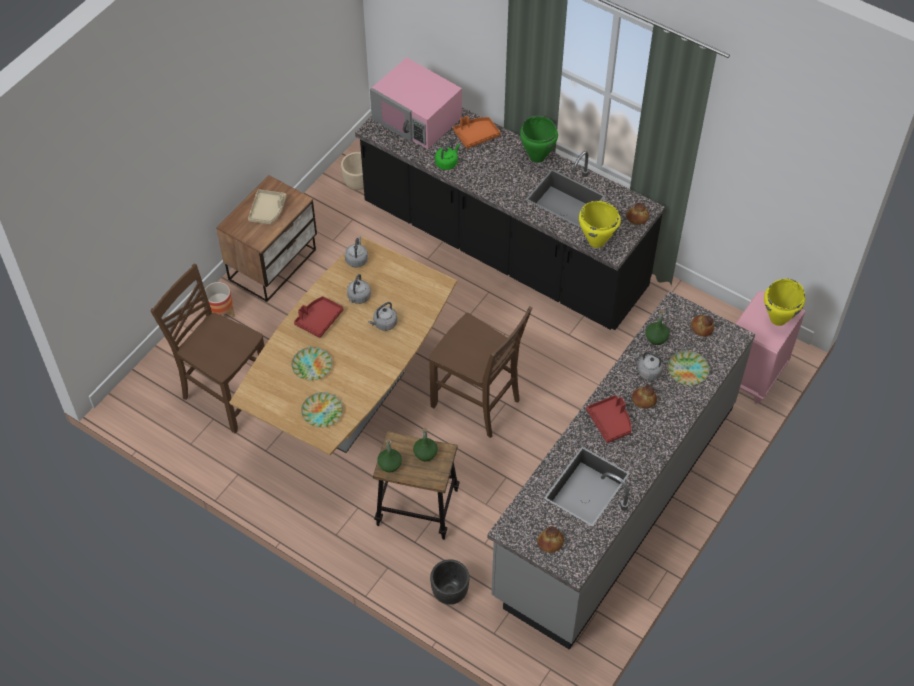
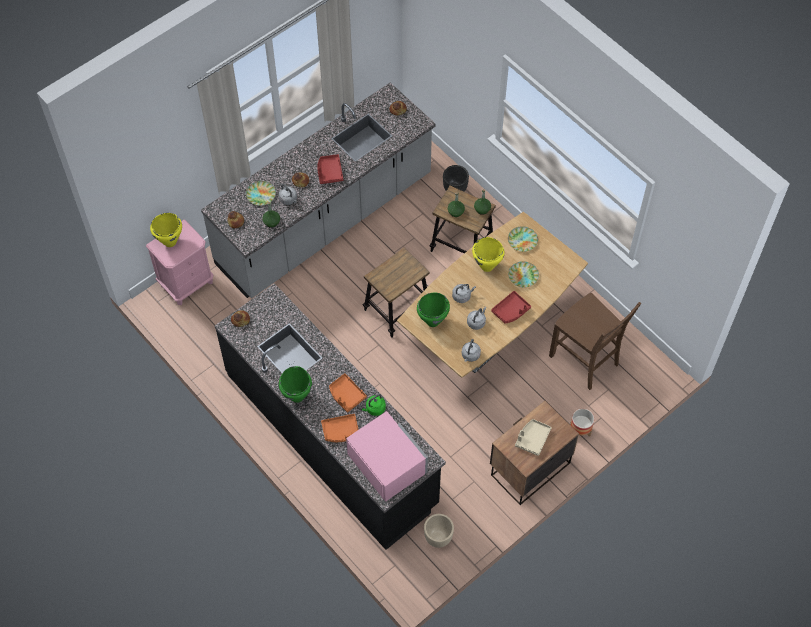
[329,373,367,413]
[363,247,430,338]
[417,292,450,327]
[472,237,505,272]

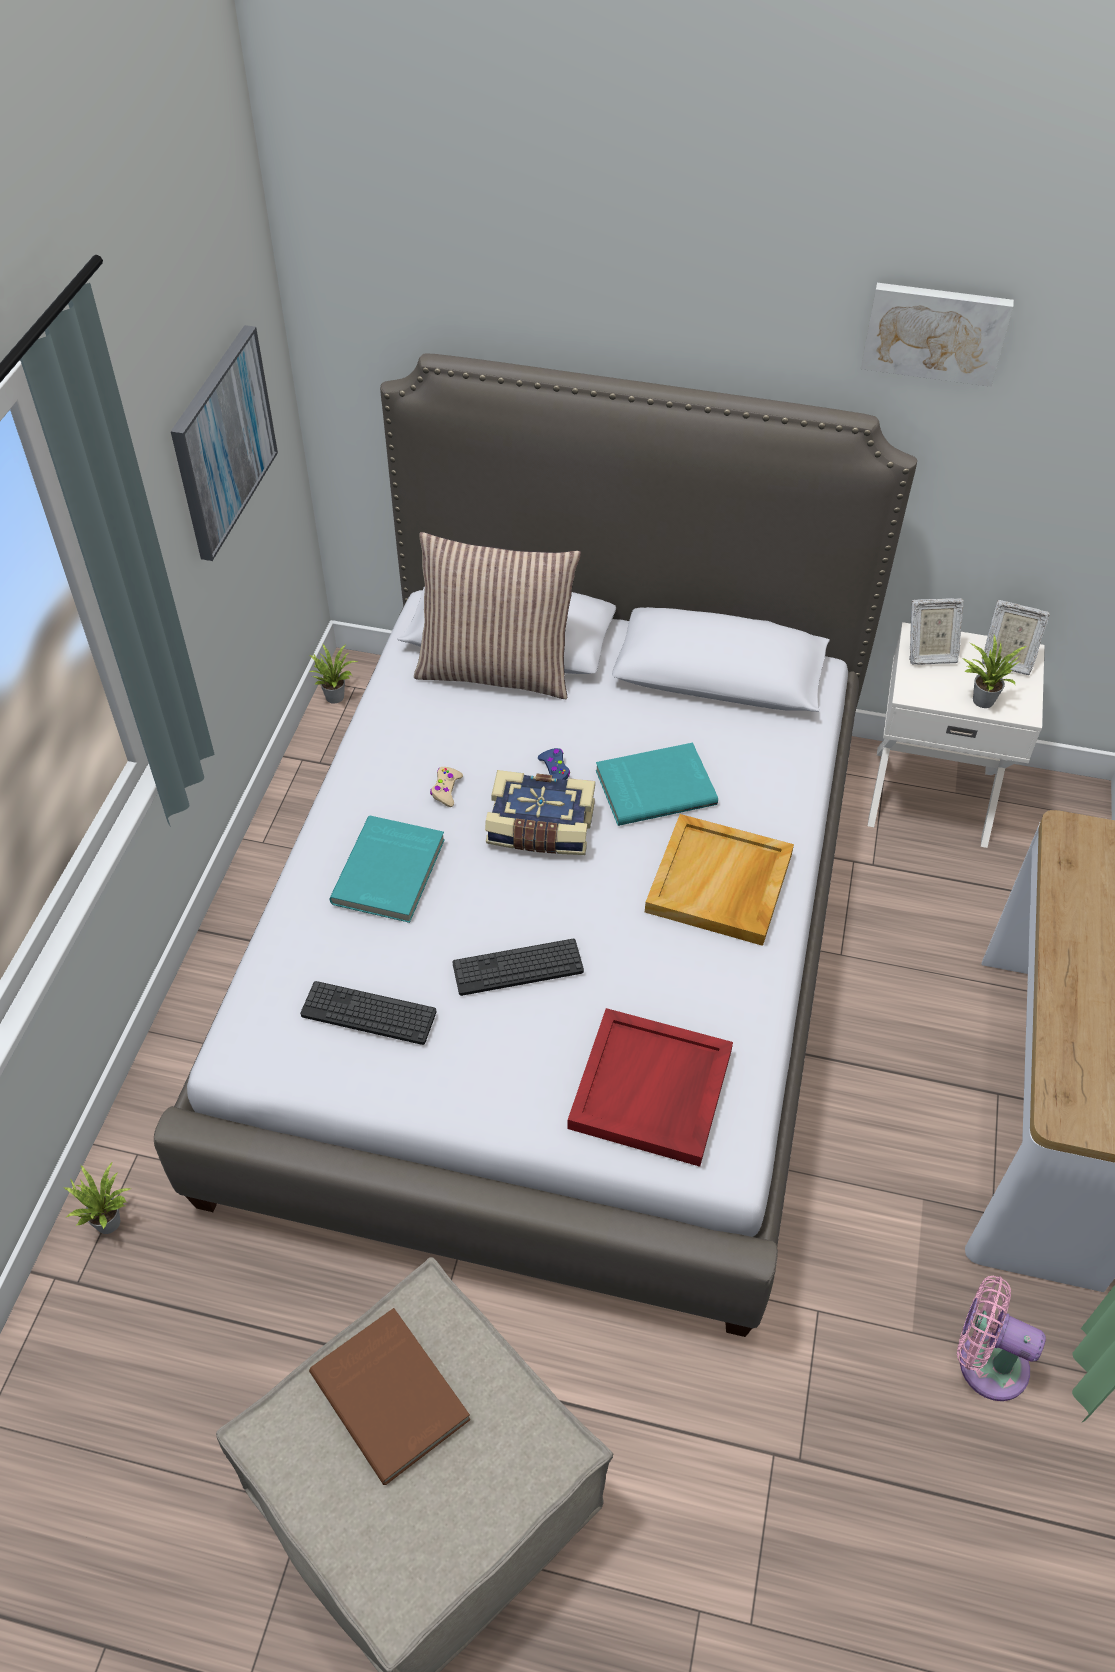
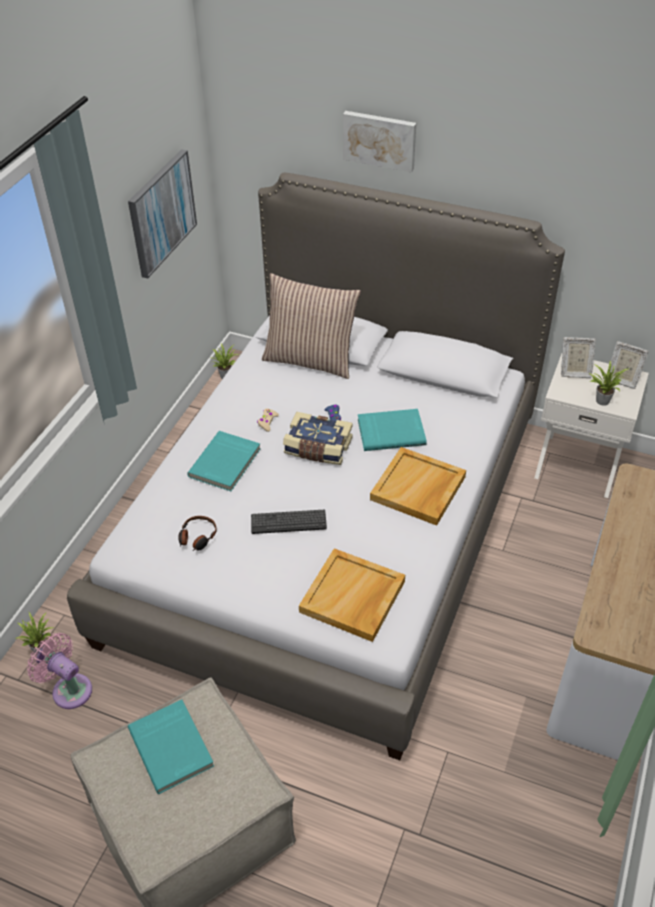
[27,633,92,709]
[128,699,214,794]
[178,516,216,551]
[299,548,405,642]
[343,111,416,173]

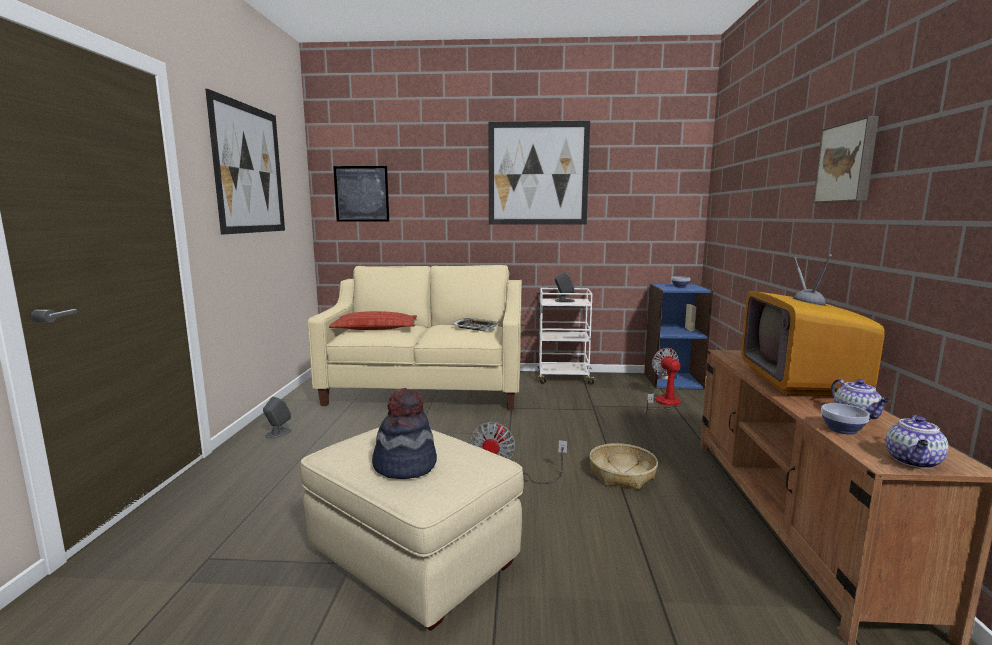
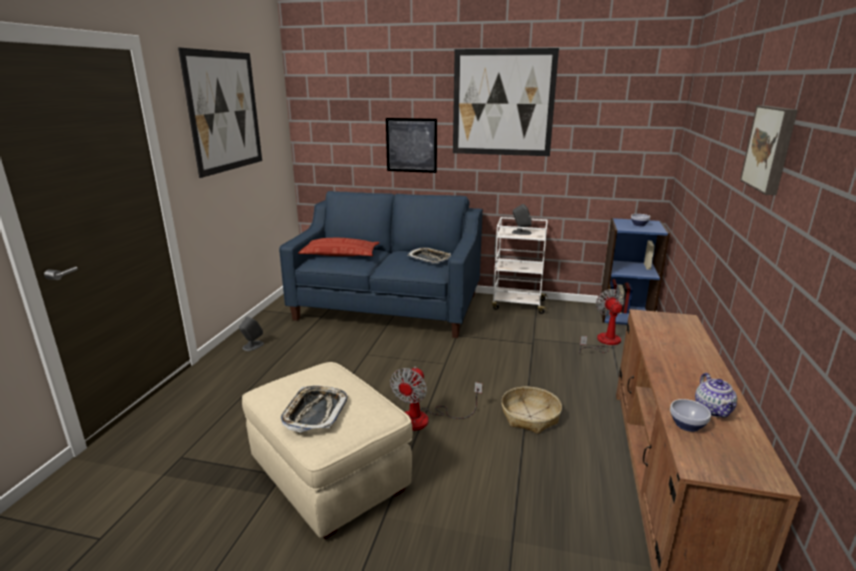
[279,191,483,338]
[281,385,348,433]
[386,118,437,173]
[741,254,885,397] (first image)
[885,415,948,468] (first image)

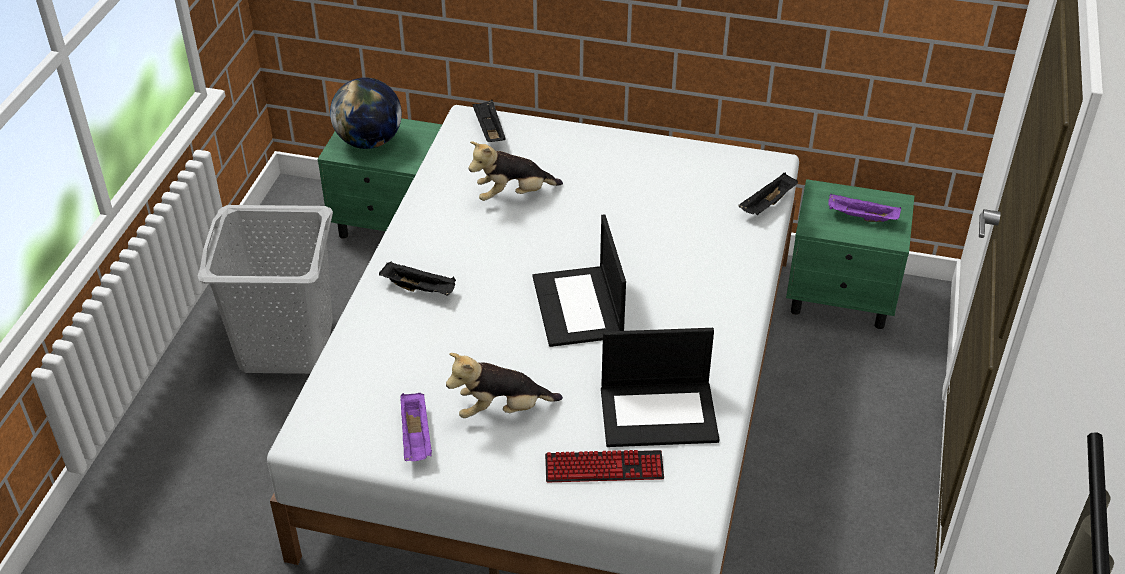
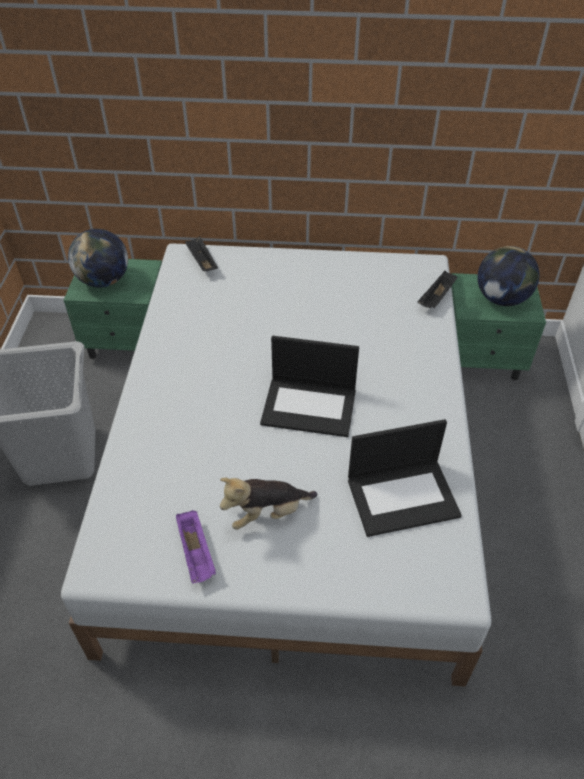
[260,336,359,437]
[477,246,540,306]
[379,262,456,296] (first image)
[469,141,563,201] (first image)
[545,450,664,483] (first image)

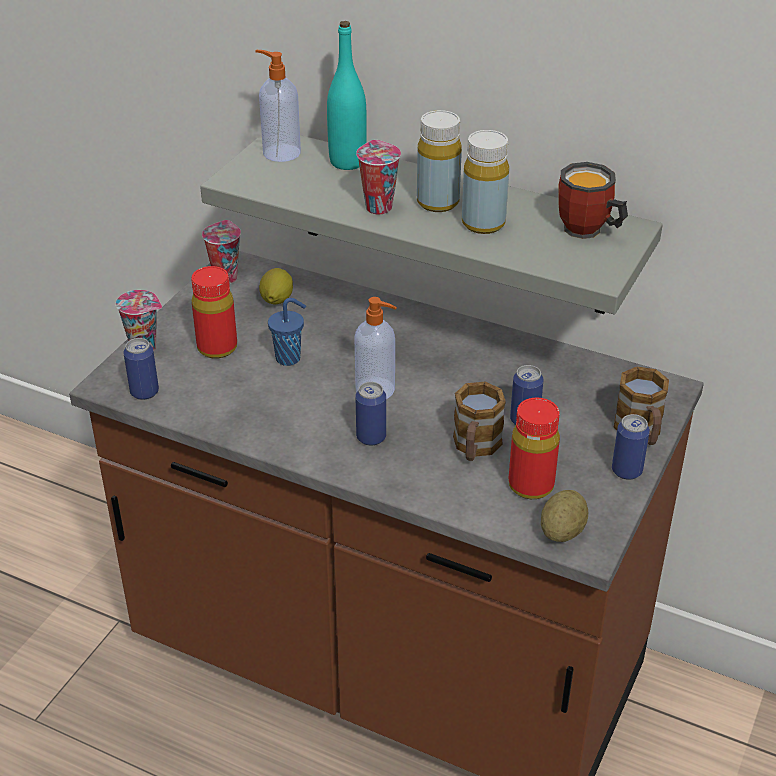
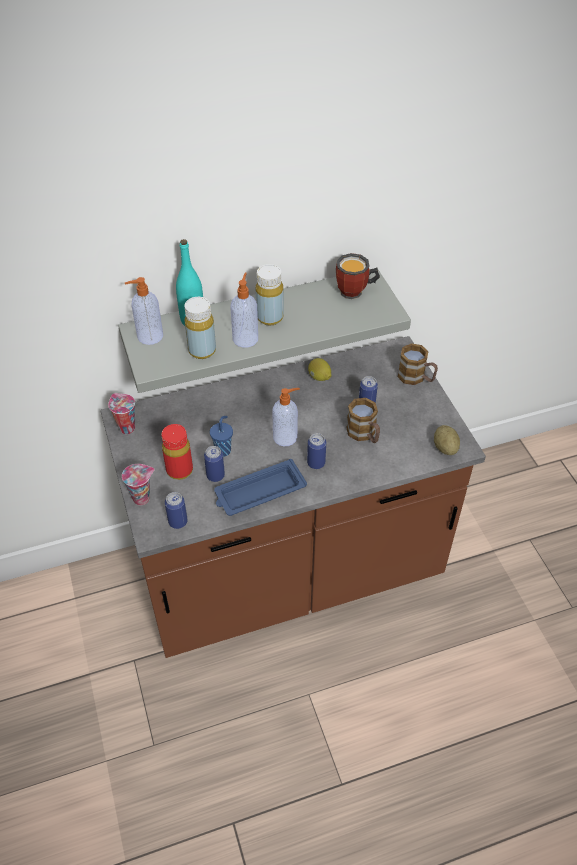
[184,297,216,359]
[204,446,225,482]
[214,459,307,516]
[231,272,258,347]
[308,358,331,381]
[508,398,560,499] (first image)

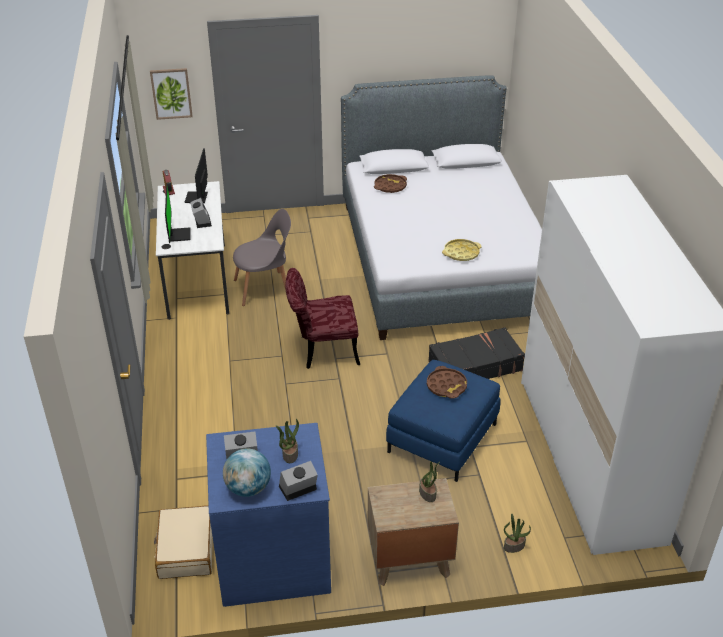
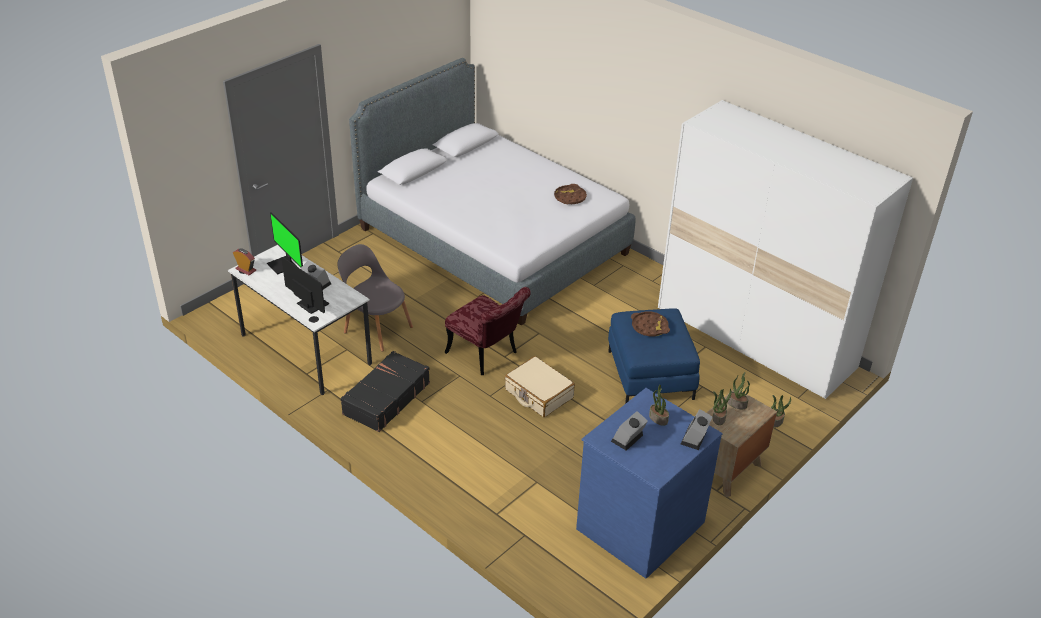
[338,244,413,352]
[340,351,430,432]
[444,287,531,375]
[505,356,575,417]
[554,184,587,204]
[713,389,732,425]
[150,68,193,120] (first image)
[223,448,271,497] (first image)
[442,239,482,261] (first image)

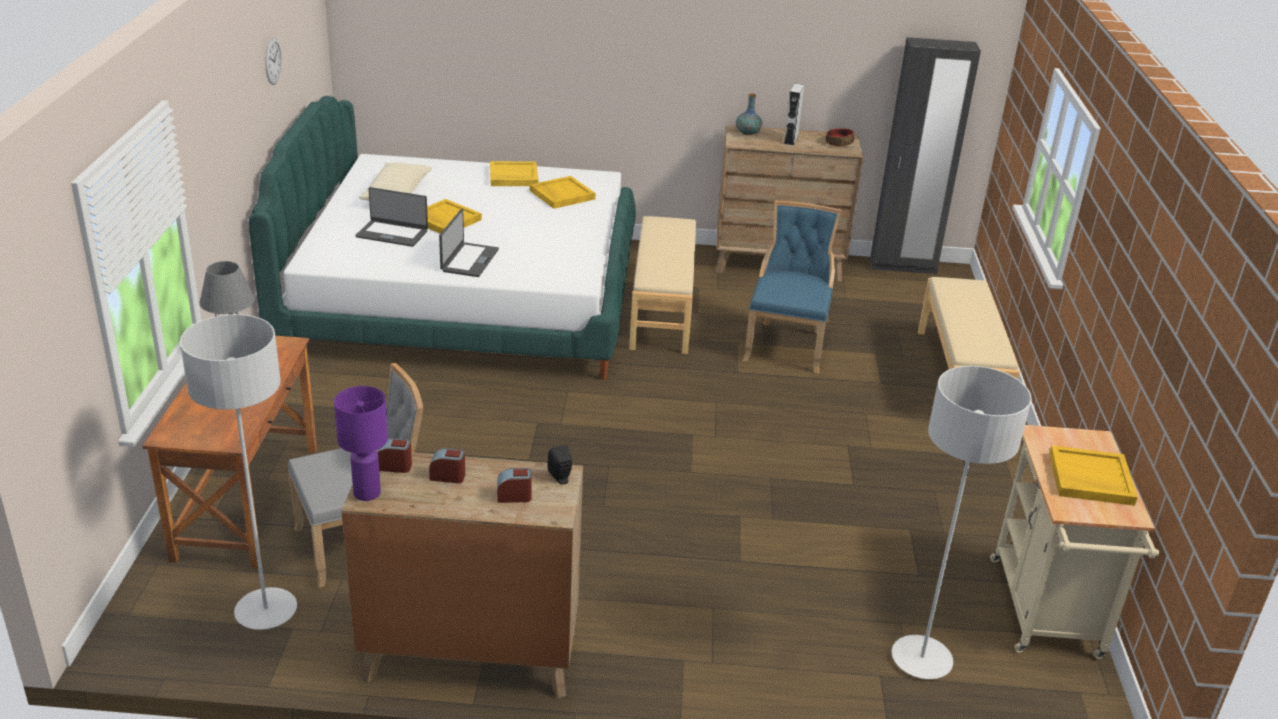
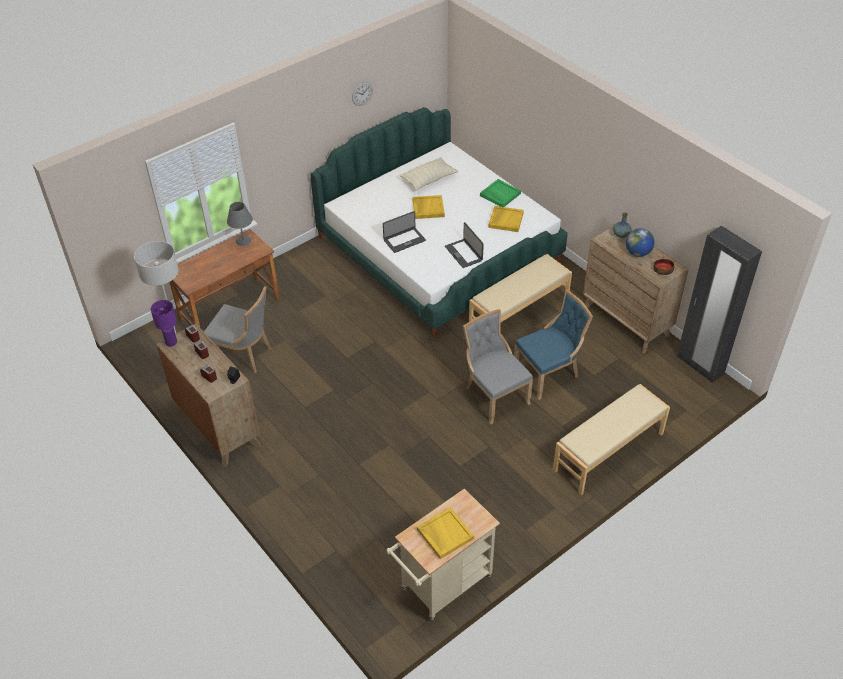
[445,222,484,268]
[463,309,533,425]
[480,179,521,207]
[626,228,654,257]
[892,366,1032,679] (first image)

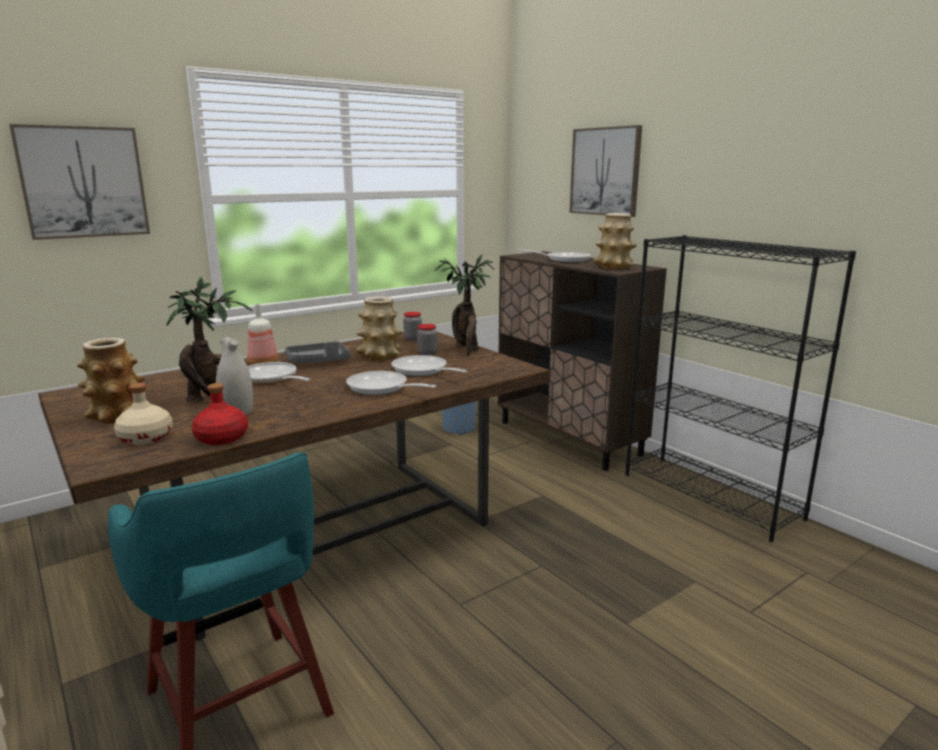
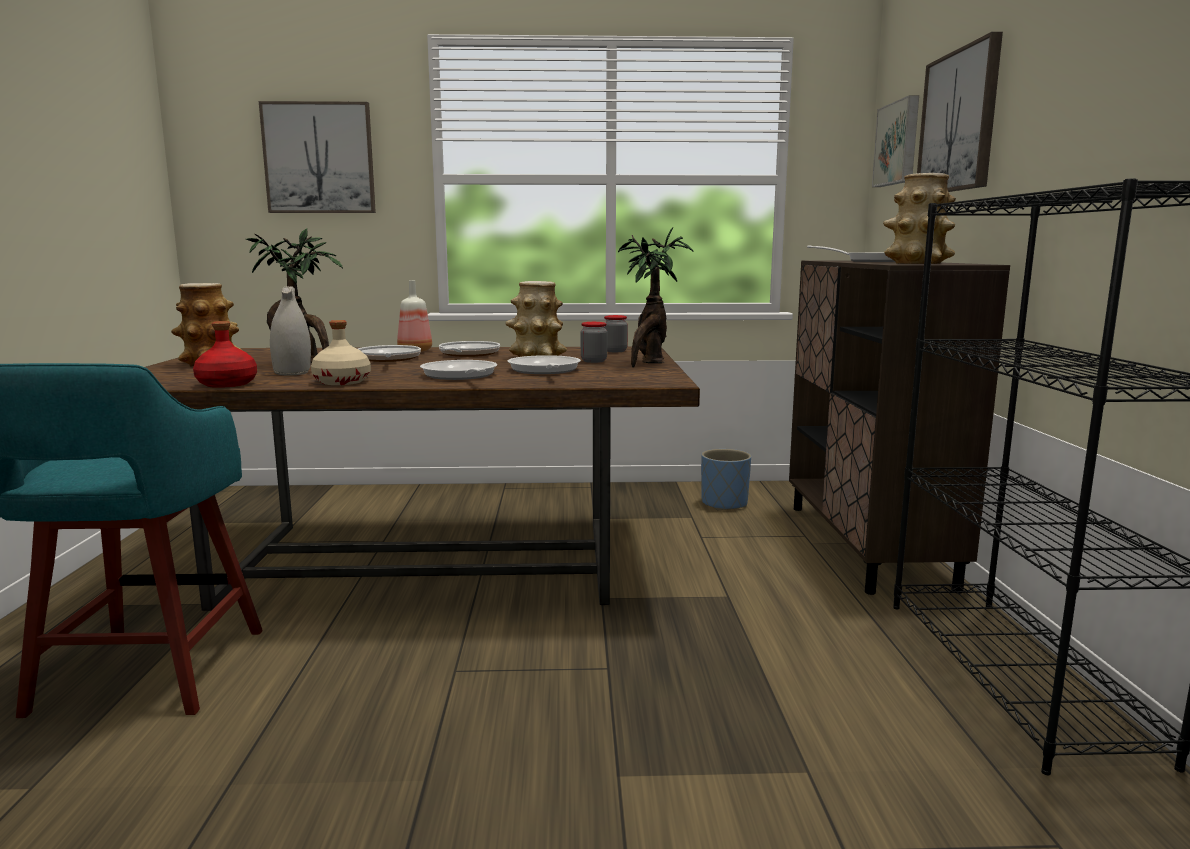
[311,320,371,385]
[439,341,500,357]
[872,95,919,187]

